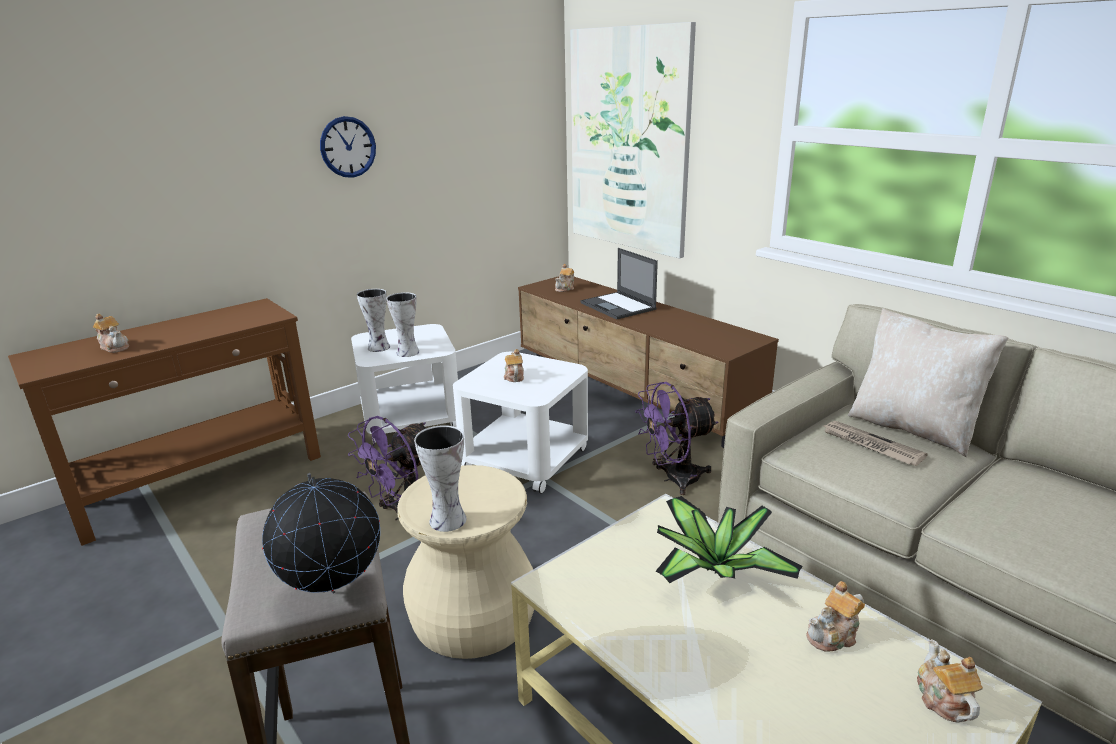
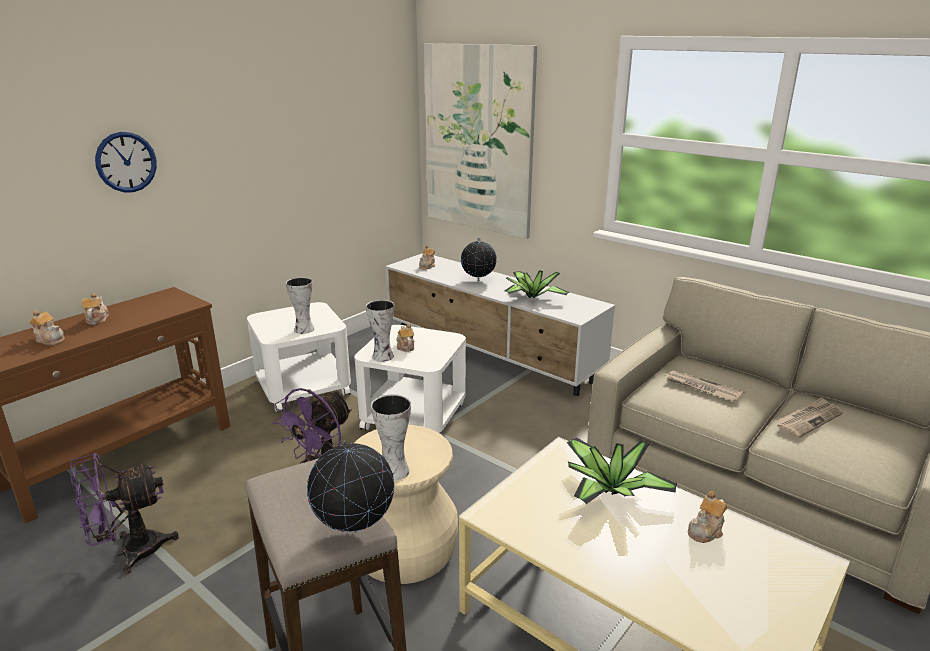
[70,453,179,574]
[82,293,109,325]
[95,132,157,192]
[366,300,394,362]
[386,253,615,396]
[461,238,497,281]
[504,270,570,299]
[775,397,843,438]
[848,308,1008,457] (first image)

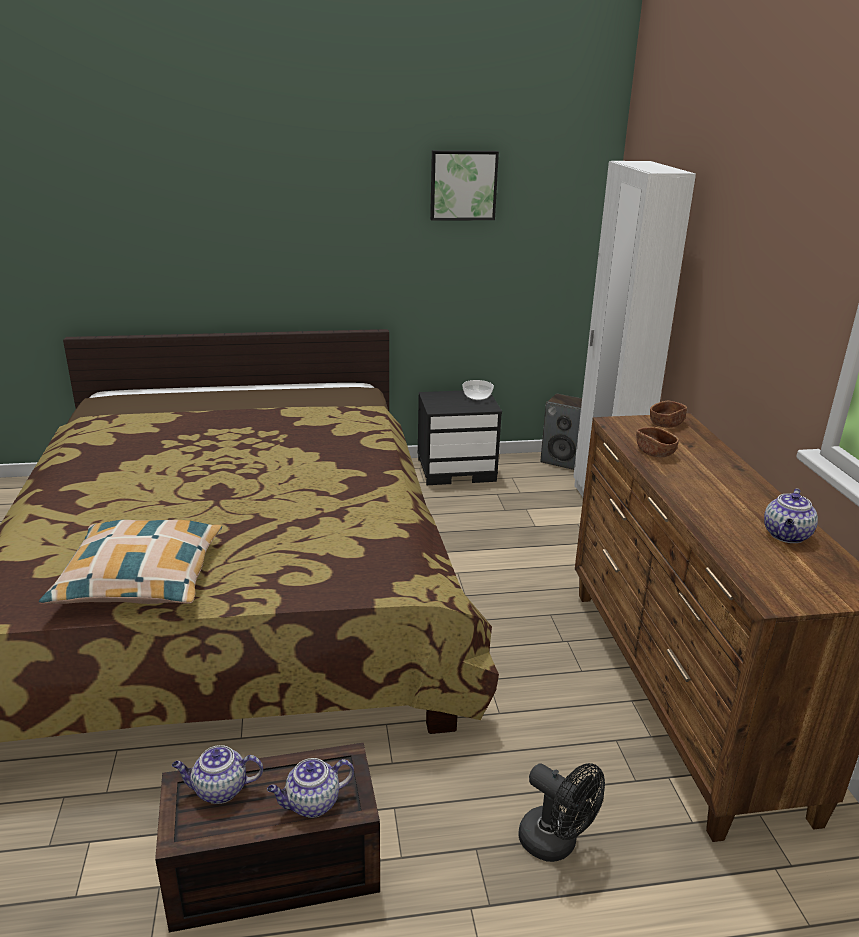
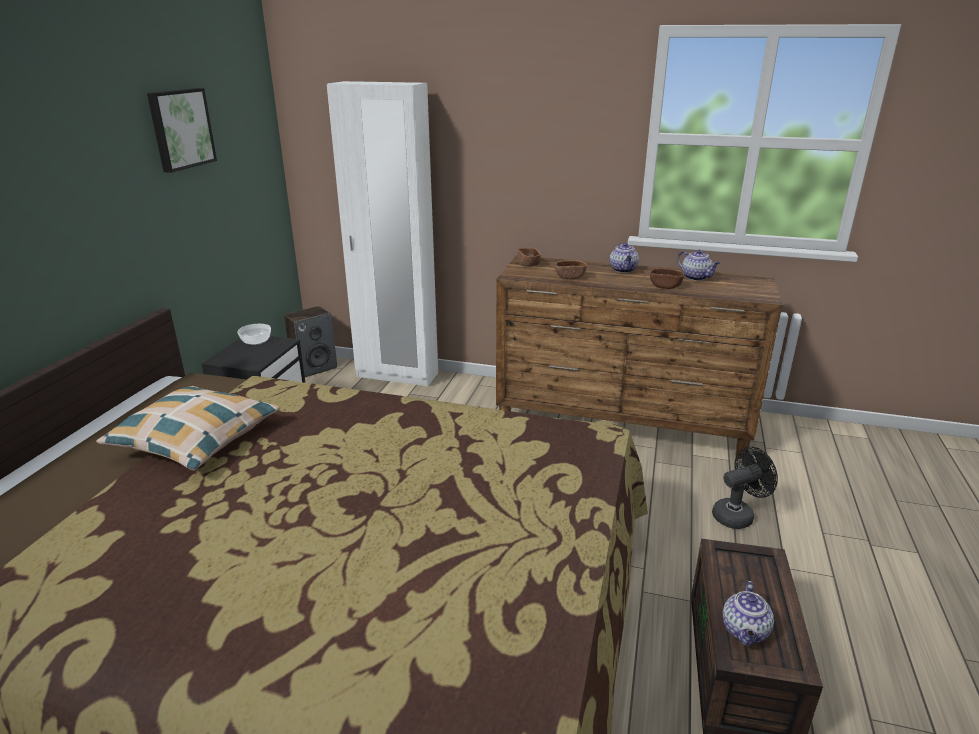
[96,386,280,471]
[610,243,639,273]
[650,268,684,289]

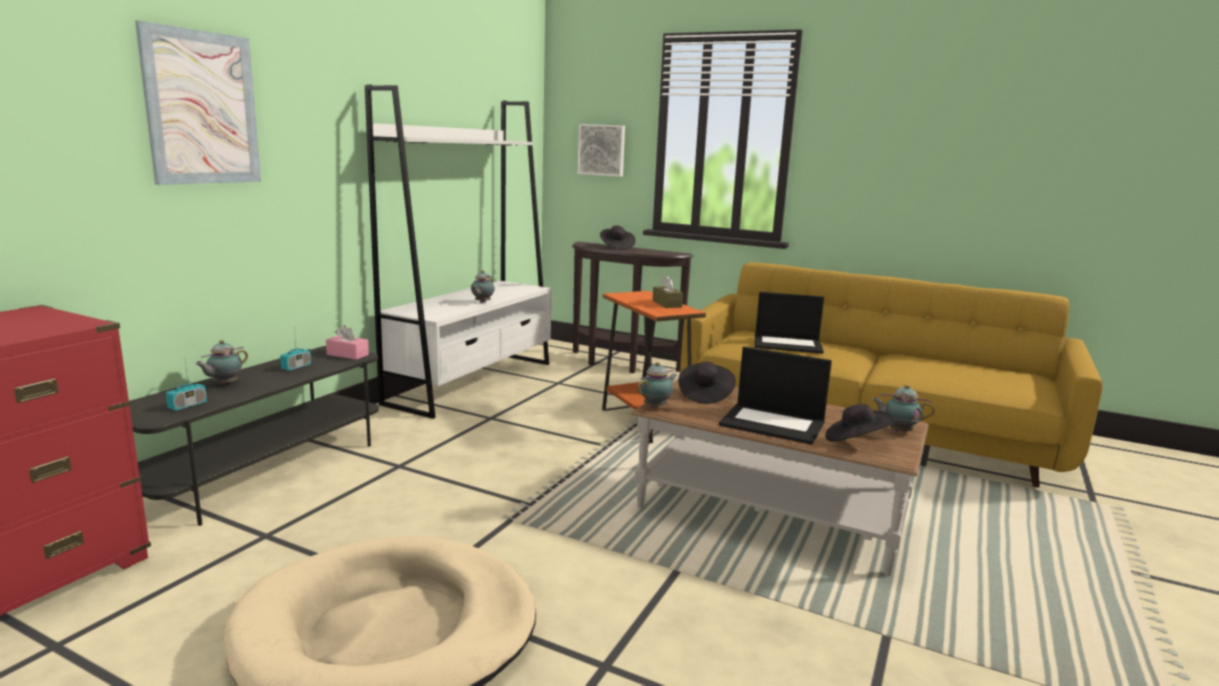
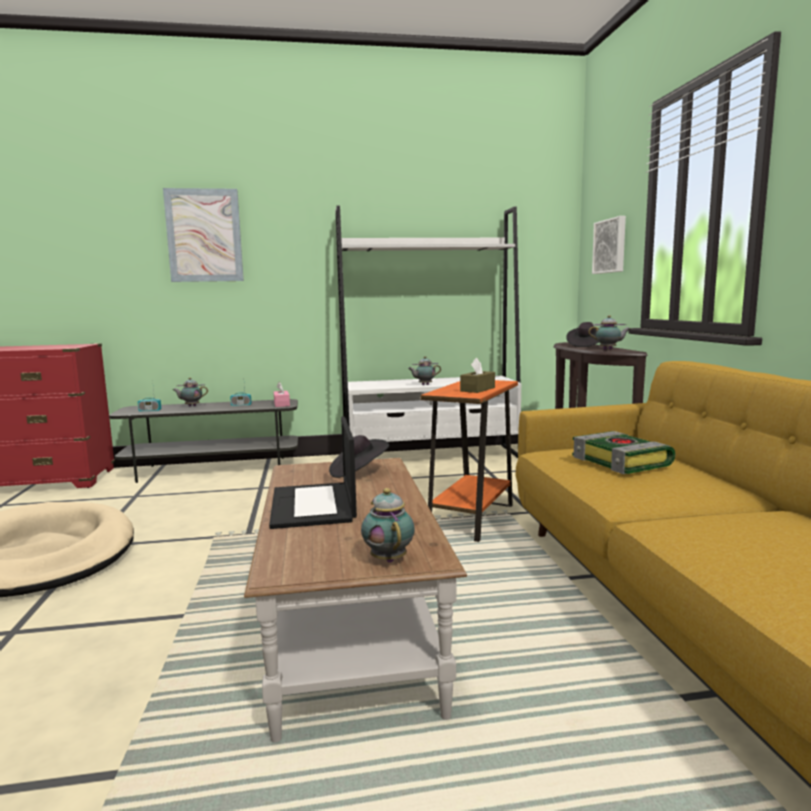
[572,431,675,474]
[588,315,630,350]
[825,404,895,441] (first image)

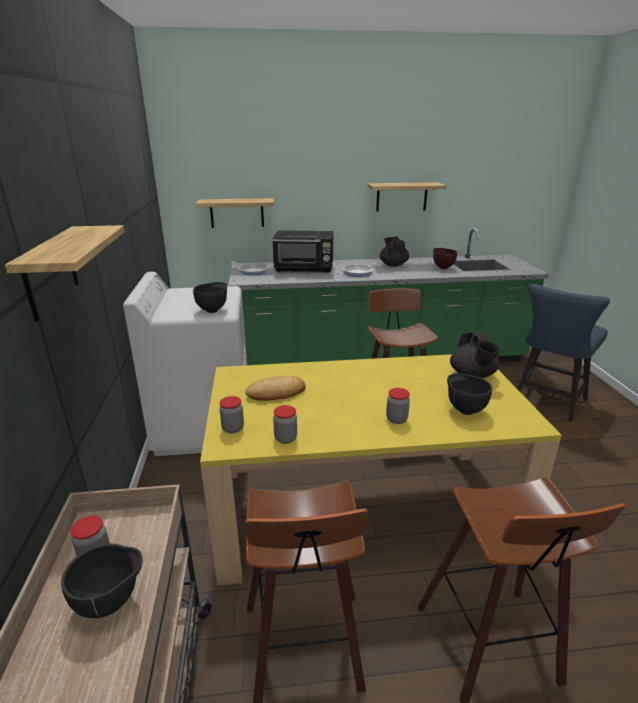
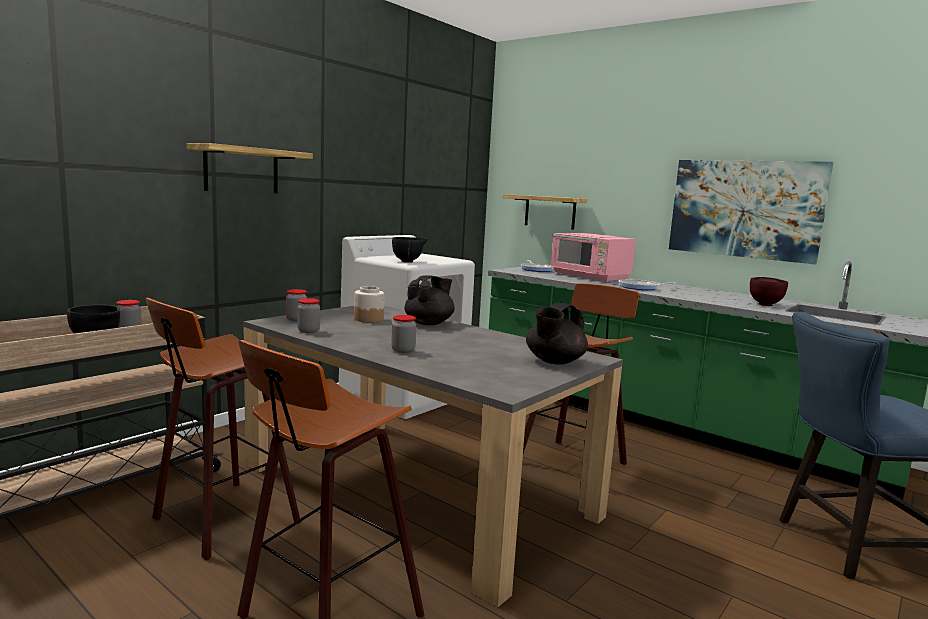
[244,306,623,607]
[354,286,384,322]
[404,275,455,325]
[551,233,636,282]
[669,160,833,264]
[447,373,492,415] (first image)

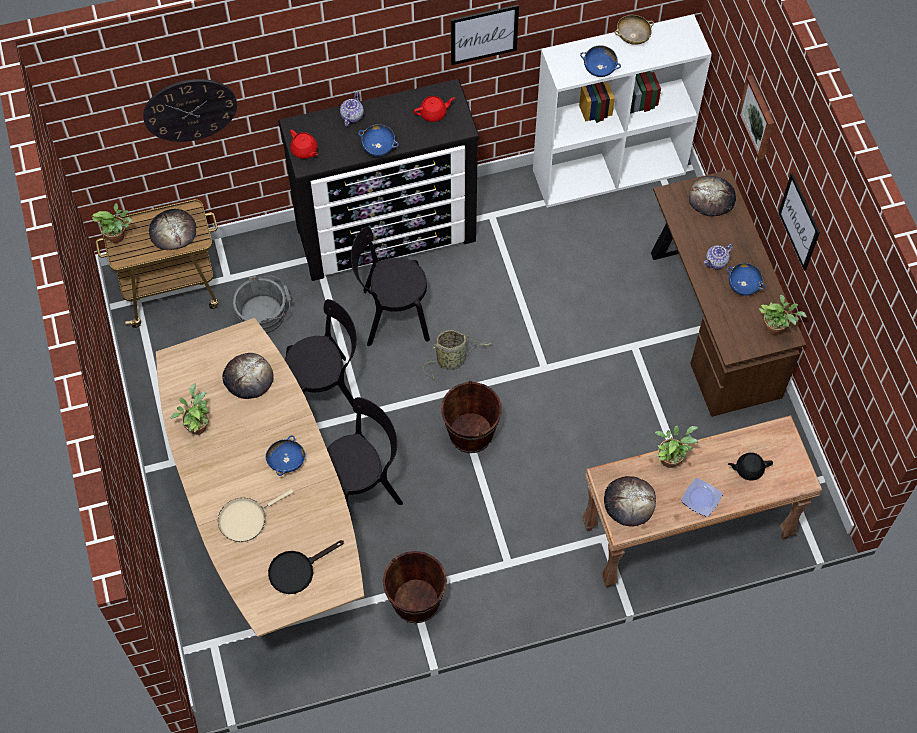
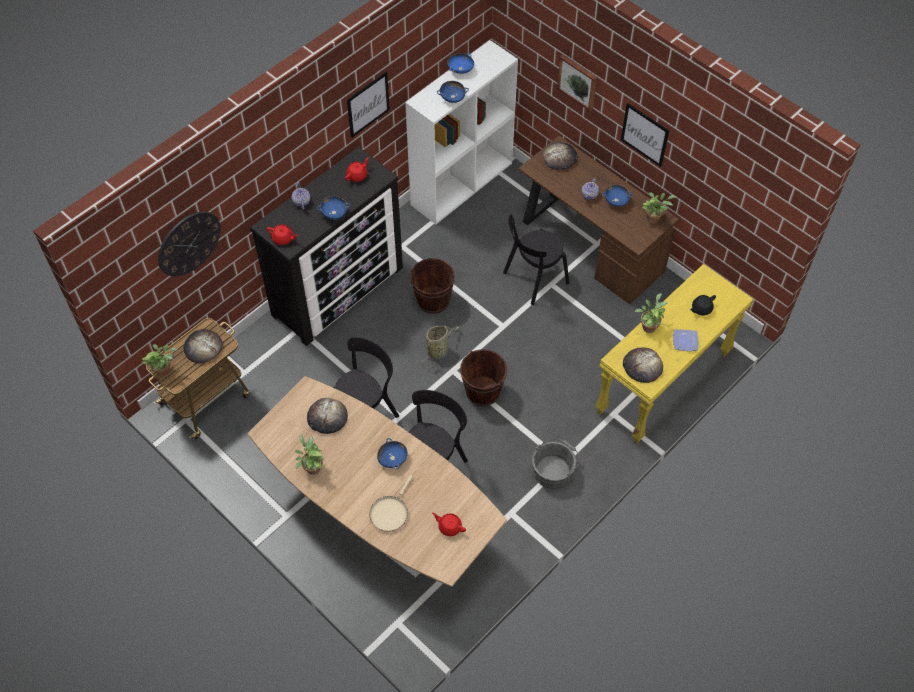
[410,258,455,314]
[432,513,466,536]
[447,53,474,74]
[503,214,569,305]
[532,437,581,489]
[595,264,754,444]

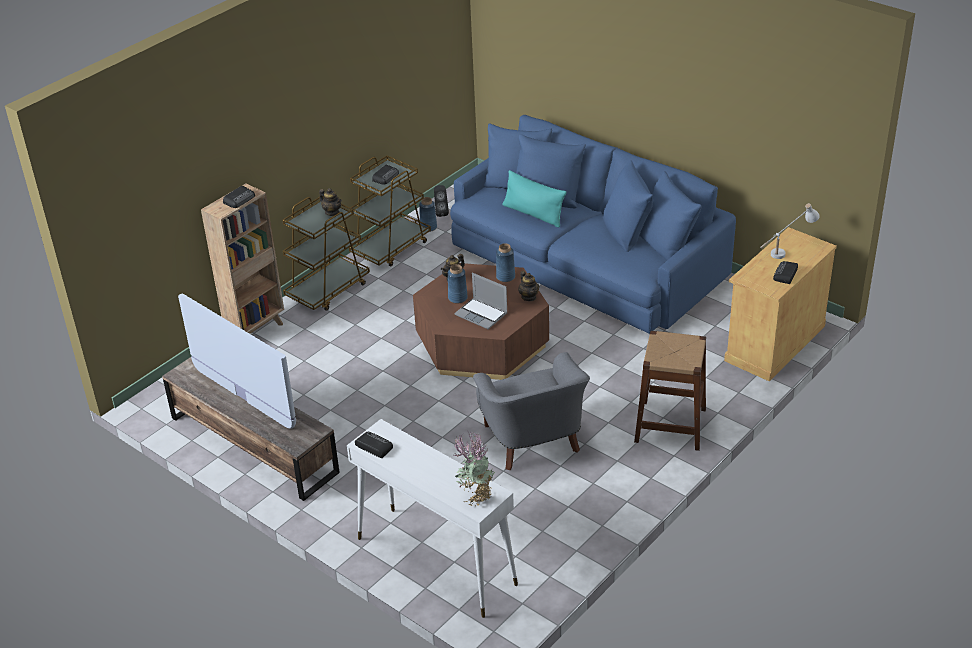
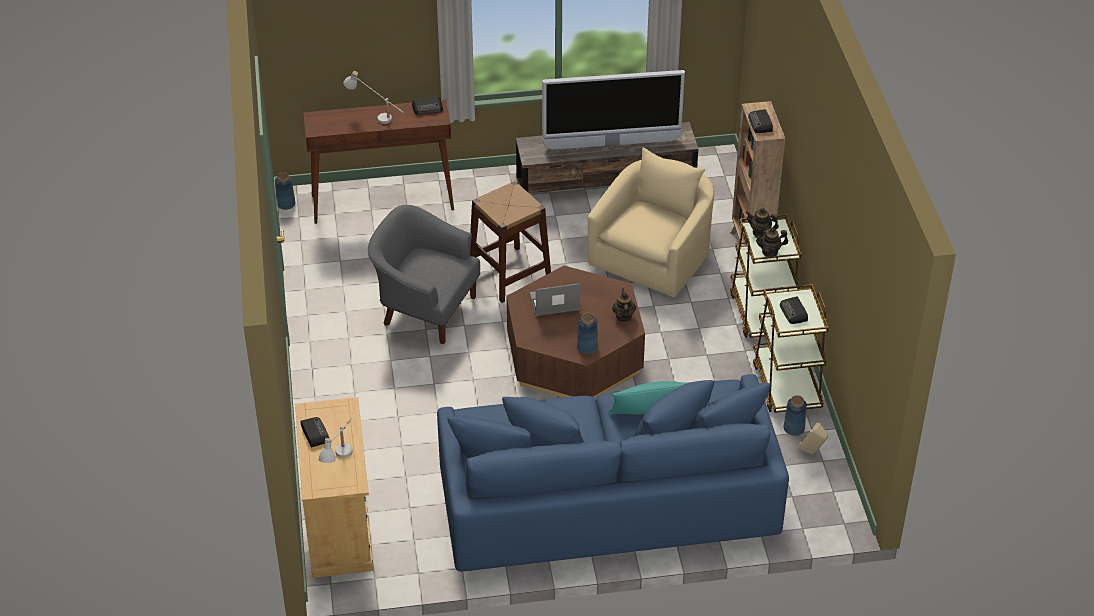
[275,172,296,210]
[303,100,454,224]
[343,71,403,124]
[470,181,551,303]
[588,148,714,297]
[745,208,779,237]
[797,423,828,454]
[454,432,495,506] (first image)

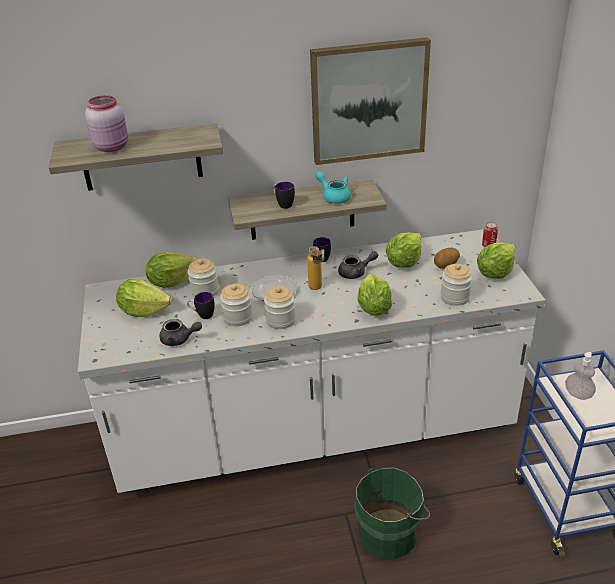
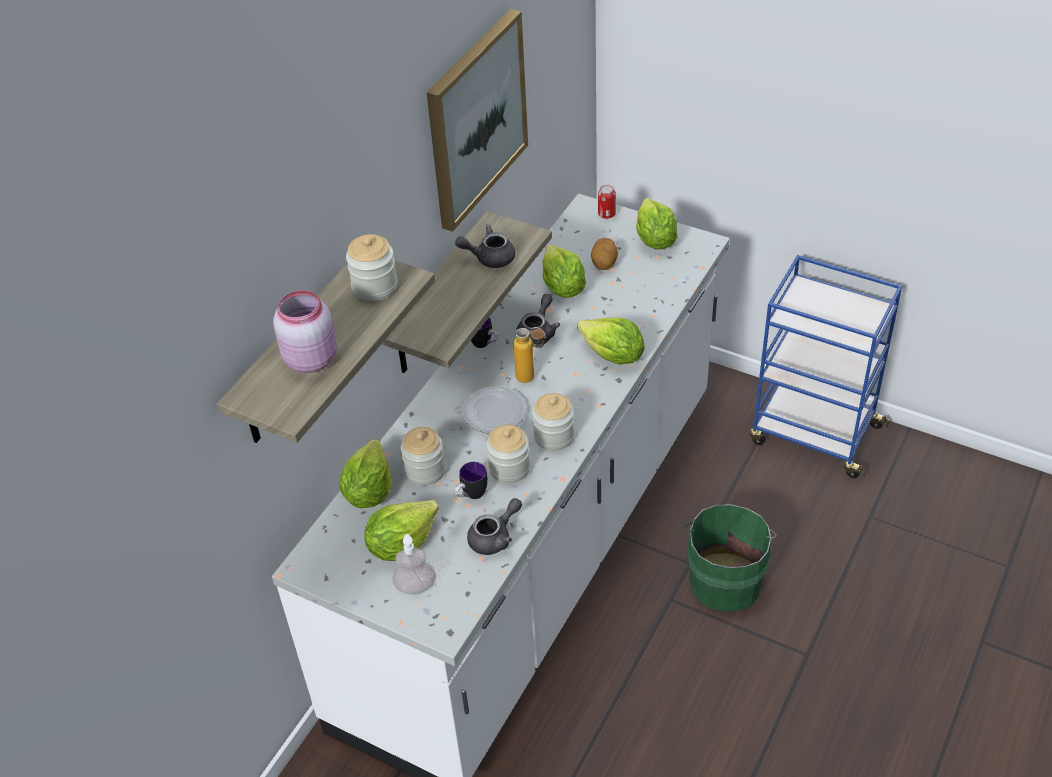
[346,234,398,301]
[392,534,436,594]
[455,224,515,268]
[273,182,295,209] (first image)

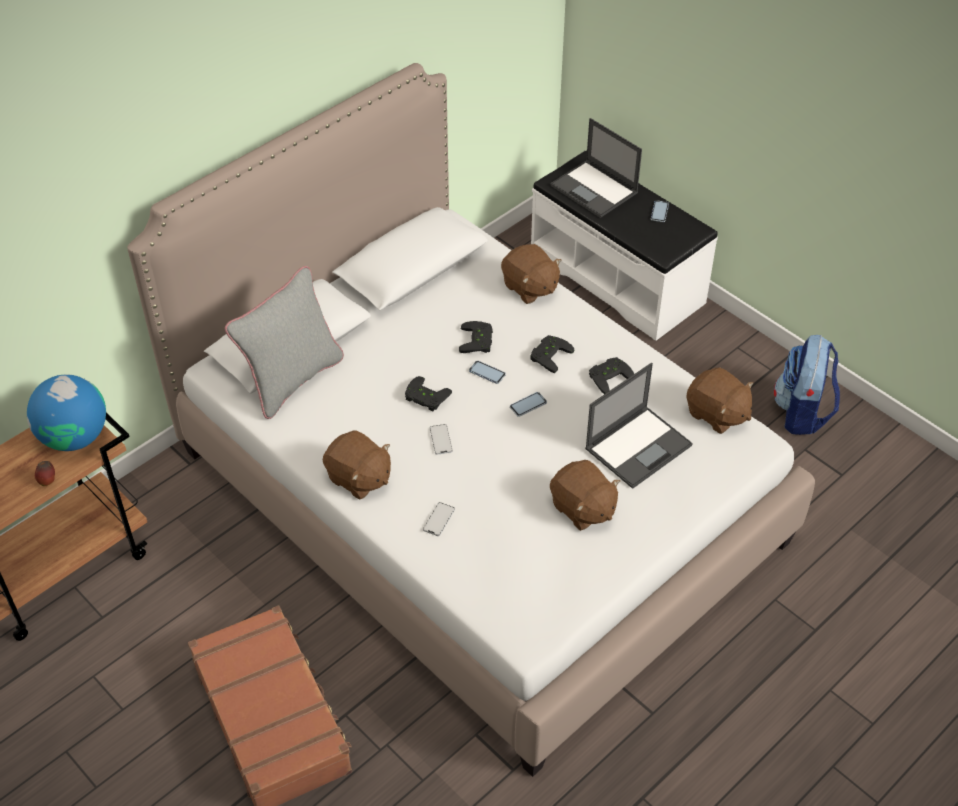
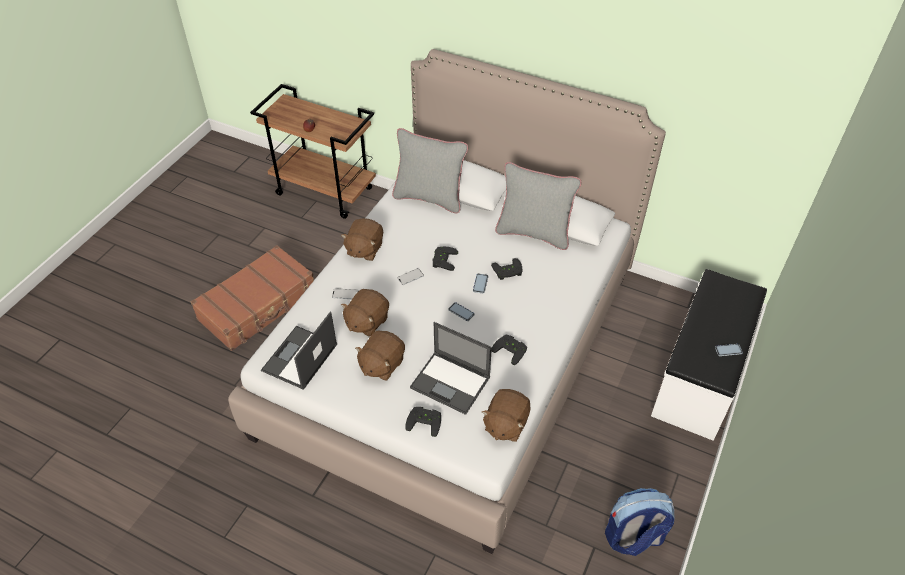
[261,311,337,390]
[341,289,389,337]
[405,407,441,437]
[495,162,581,250]
[27,374,106,451] (first image)

